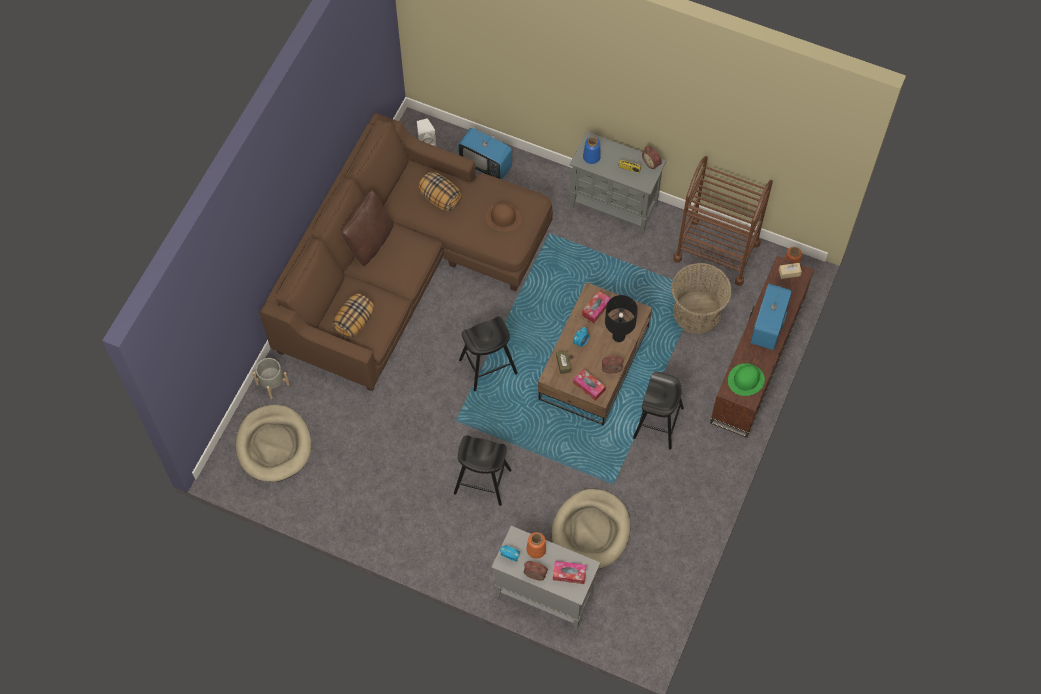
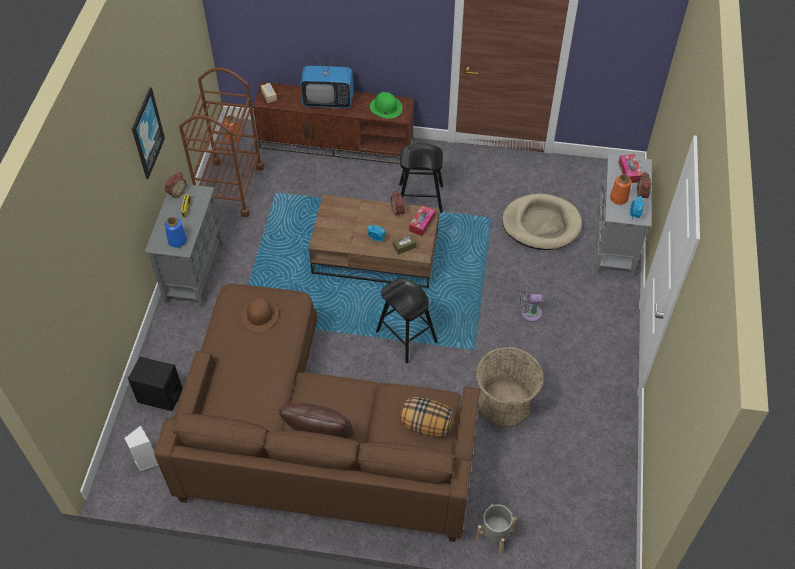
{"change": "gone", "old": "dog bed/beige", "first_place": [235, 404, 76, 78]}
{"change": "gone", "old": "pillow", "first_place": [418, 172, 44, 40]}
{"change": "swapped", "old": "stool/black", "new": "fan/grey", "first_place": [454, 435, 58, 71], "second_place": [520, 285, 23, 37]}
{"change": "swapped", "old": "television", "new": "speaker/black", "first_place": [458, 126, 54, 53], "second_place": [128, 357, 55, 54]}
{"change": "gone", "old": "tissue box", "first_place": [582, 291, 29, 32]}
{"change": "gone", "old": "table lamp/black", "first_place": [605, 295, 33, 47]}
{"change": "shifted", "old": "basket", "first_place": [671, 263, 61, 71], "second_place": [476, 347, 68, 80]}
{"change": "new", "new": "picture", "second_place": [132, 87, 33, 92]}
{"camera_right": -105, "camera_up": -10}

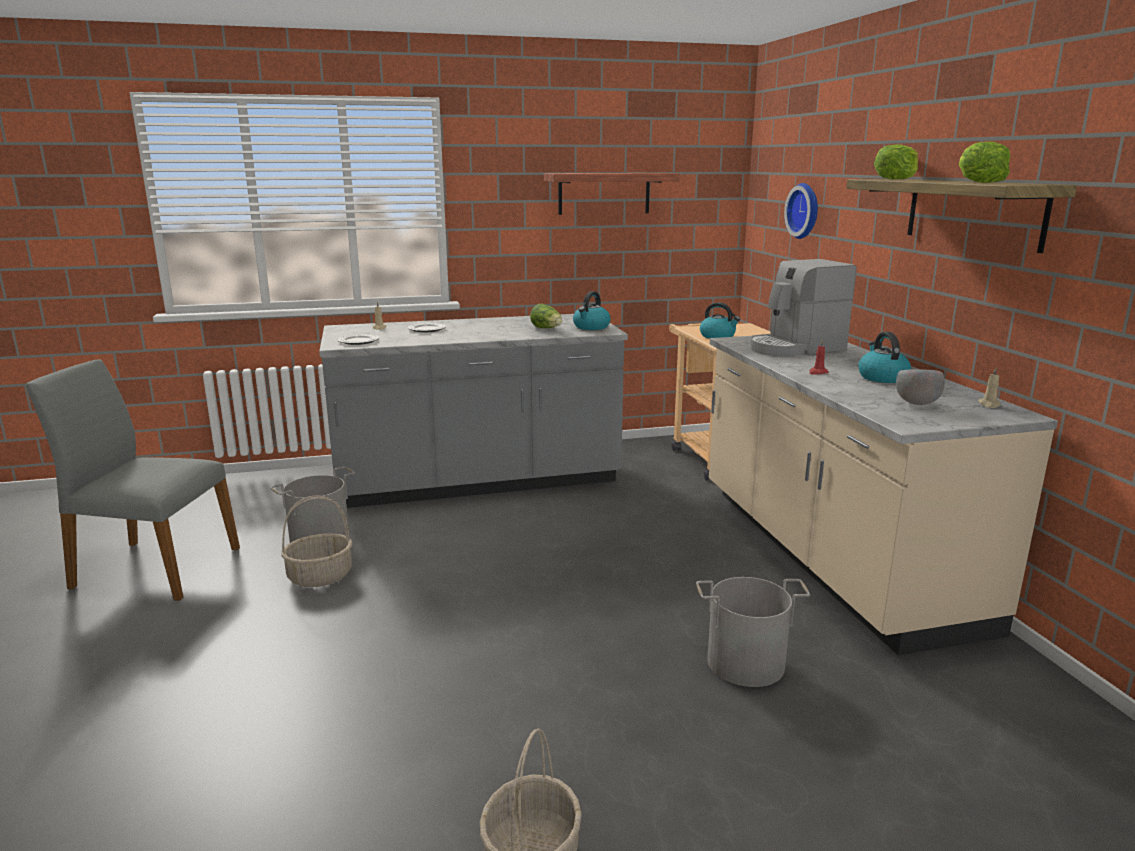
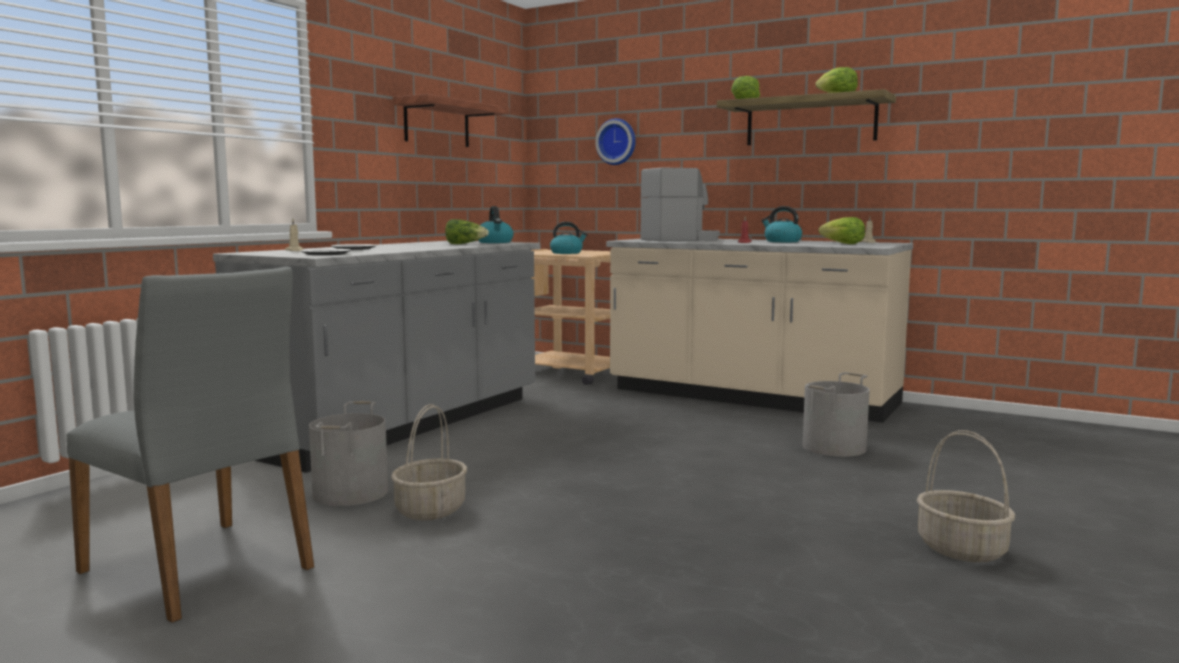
{"change": "rotated", "old": "chair/grey", "first_place": [26, 359, 214, 242], "second_place": [67, 267, 247, 356], "degrees": -105}
{"change": "rotated", "old": "coffee machine", "first_place": [750, 259, 107, 98], "second_place": [640, 167, 80, 74], "degrees": -135}
{"change": "swapped", "old": "bowl/grey", "new": "lettuce", "first_place": [896, 369, 49, 36], "second_place": [819, 217, 46, 27]}
{"camera_right": -45, "camera_up": -10}

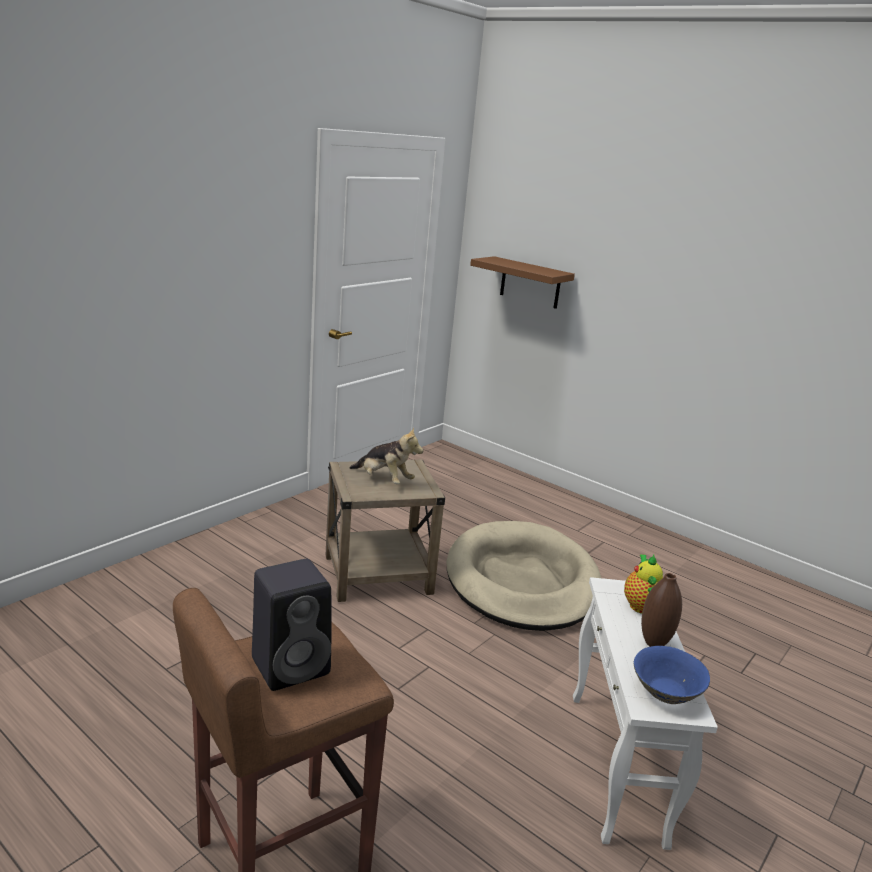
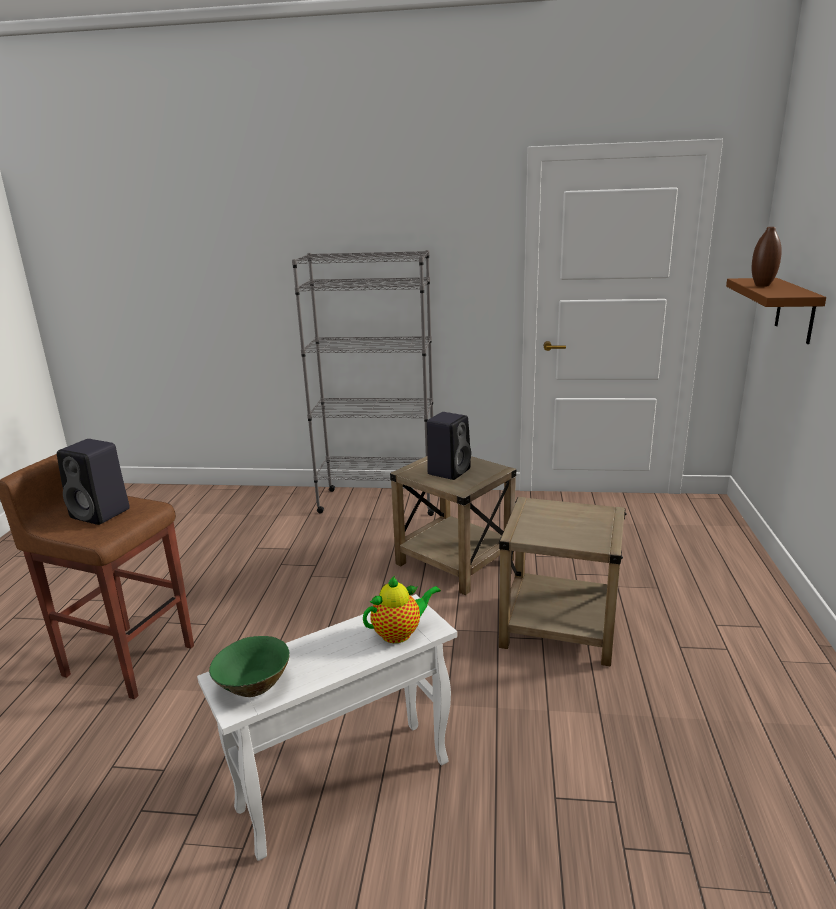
{"change": "swapped", "old": "plush toy", "new": "speaker/black", "first_place": [350, 427, 73, 57], "second_place": [427, 412, 44, 68]}
{"change": "swapped", "old": "dog bed/beige", "new": "side table/beige", "first_place": [446, 521, 155, 110], "second_place": [499, 497, 128, 169]}
{"change": "repainted", "old": "bowl/blue", "new": "bowl/green", "first_place": [634, 646, 76, 58], "second_place": [209, 636, 81, 61]}
{"change": "shifted", "old": "vase/brown", "first_place": [641, 573, 41, 74], "second_place": [752, 227, 30, 60]}
{"change": "new", "new": "bookcase/grey", "second_place": [292, 250, 142, 266]}
{"camera_right": 60, "camera_up": 0}

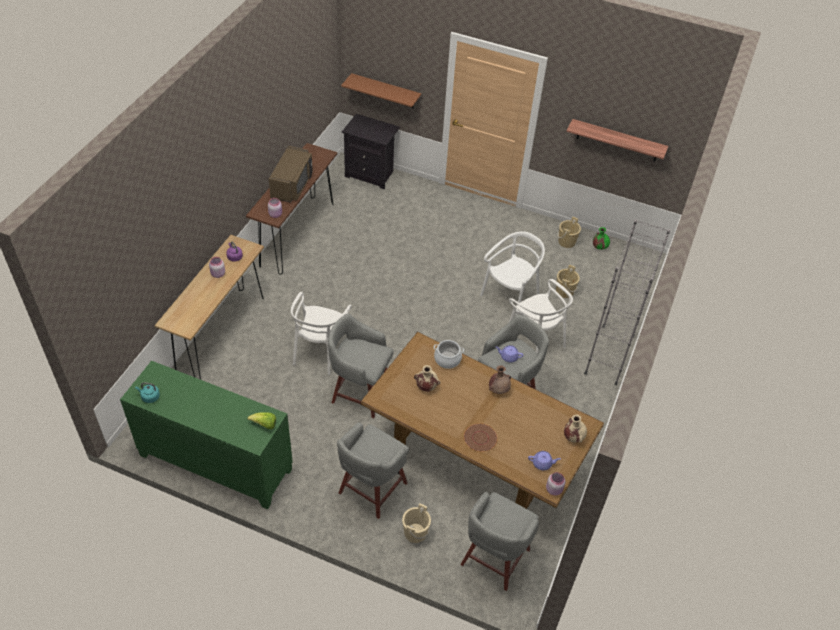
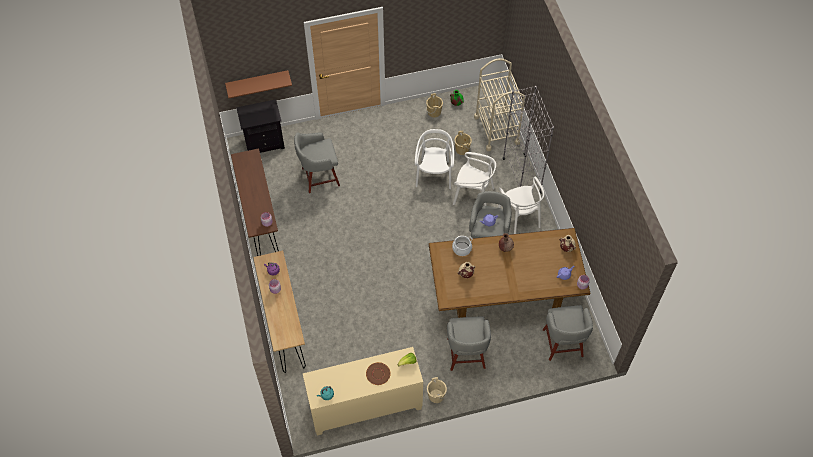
{"change": "repainted", "old": "cabinet/green", "new": "cabinet/beige", "first_place": [120, 361, 173, 148], "second_place": [303, 347, 120, 89]}
{"change": "gone", "old": "microwave/brown", "first_place": [269, 146, 44, 57]}
{"change": "shifted", "old": "chair/white", "first_place": [291, 292, 61, 83], "second_place": [498, 177, 46, 57]}
{"change": "shifted", "old": "stool/grey", "first_place": [328, 314, 66, 104], "second_place": [294, 132, 46, 61]}
{"change": "shifted", "old": "bucket/beige", "first_place": [402, 503, 29, 40], "second_place": [427, 377, 20, 26]}
{"change": "shifted", "old": "plate/brown", "first_place": [464, 423, 34, 29], "second_place": [366, 362, 25, 23]}
{"change": "gone", "old": "shelf", "first_place": [566, 119, 102, 42]}
{"change": "new", "new": "cart/beige", "second_place": [474, 58, 51, 93]}
{"camera_right": -35, "camera_up": 10}

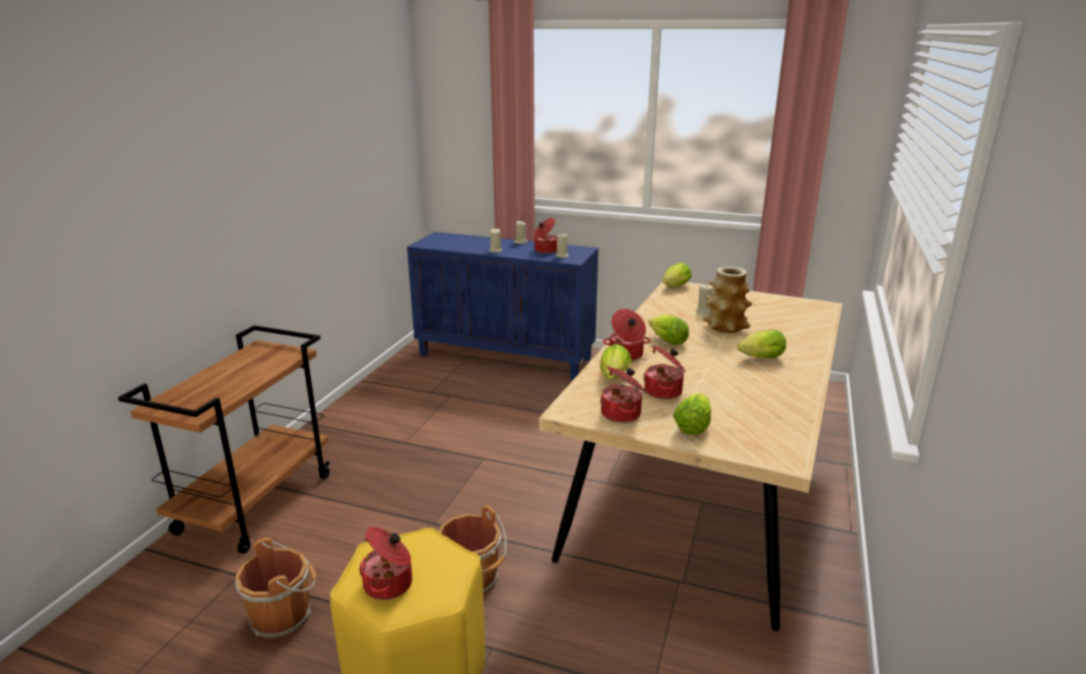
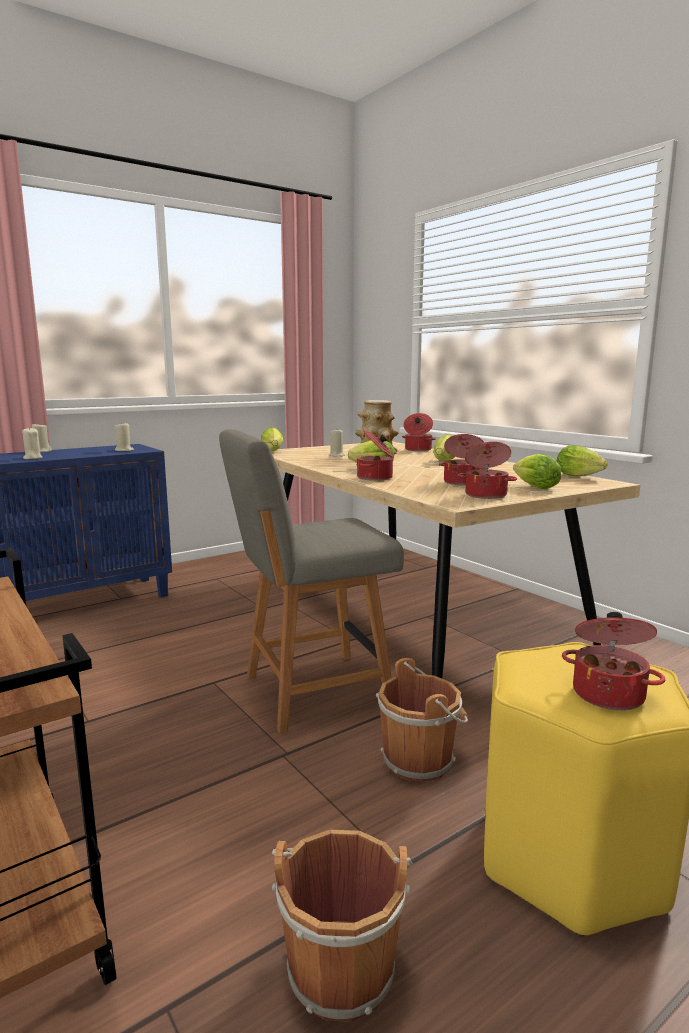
{"change": "shifted", "old": "cooking pot", "first_place": [534, 218, 23, 36], "second_place": [402, 413, 34, 38]}
{"change": "shifted", "old": "lettuce", "first_place": [600, 344, 32, 36], "second_place": [557, 445, 51, 32]}
{"change": "new", "new": "chair/grey", "second_place": [219, 429, 185, 305]}
{"camera_right": -55, "camera_up": -10}

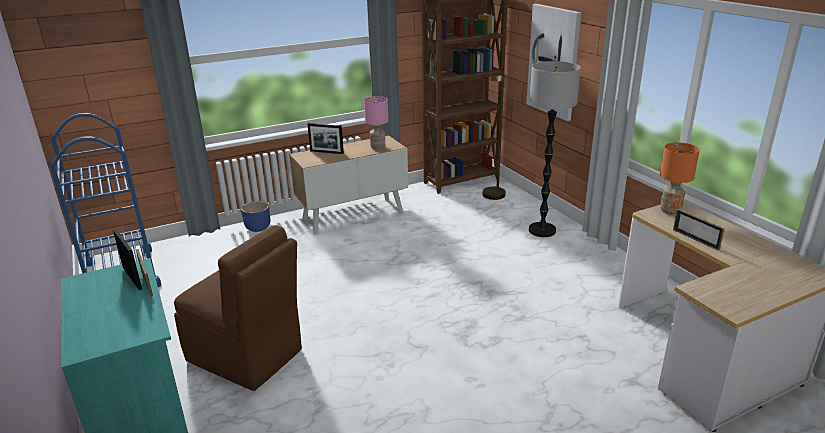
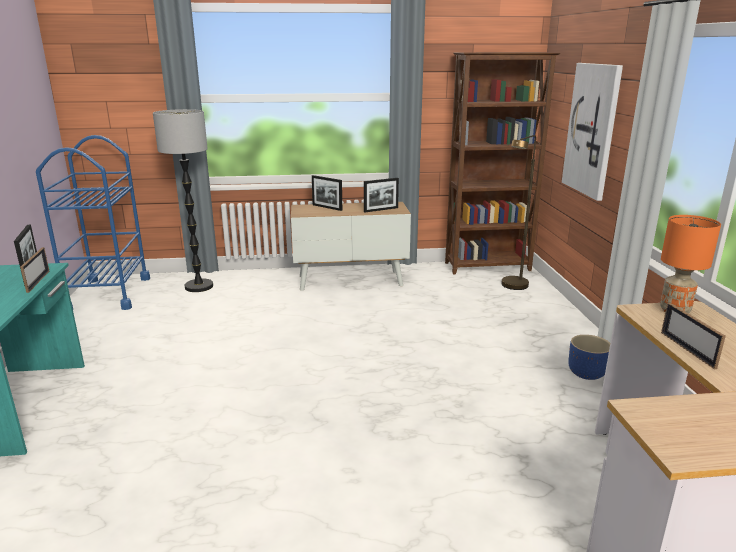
{"change": "gone", "old": "chair/brown", "first_place": [174, 225, 128, 166]}
{"change": "shifted", "old": "planter/blue", "first_place": [241, 201, 29, 31], "second_place": [568, 335, 42, 45]}
{"change": "swapped", "old": "table lamp/pink", "new": "picture frame", "first_place": [364, 96, 24, 54], "second_place": [364, 178, 35, 34]}
{"change": "shifted", "old": "floor lamp", "first_place": [529, 61, 52, 176], "second_place": [153, 109, 60, 183]}
{"camera_right": 20, "camera_up": -5}

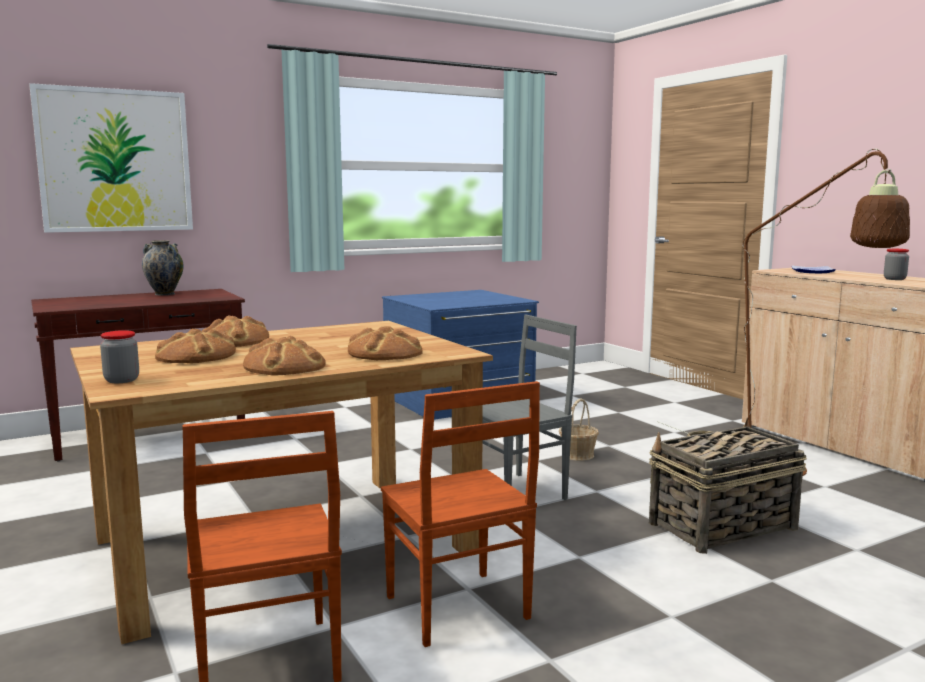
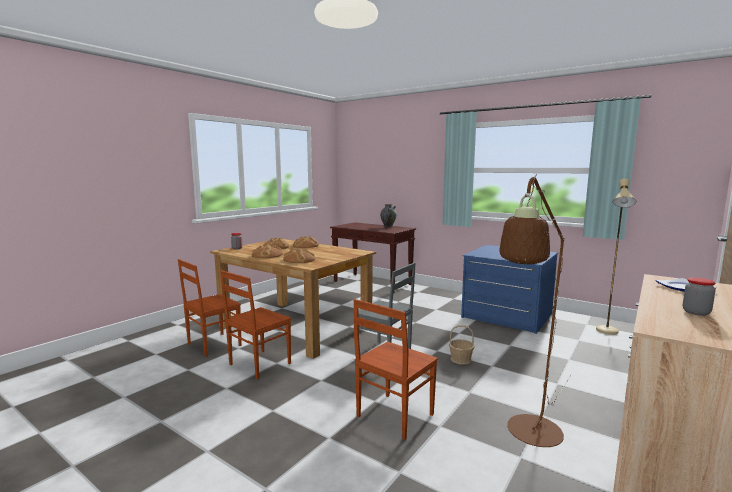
{"change": "gone", "old": "picture", "first_place": [29, 83, 164, 150]}
{"change": "swapped", "old": "basket", "new": "chair/brown", "first_place": [649, 418, 158, 136], "second_place": [354, 299, 84, 141]}
{"change": "new", "new": "floor lamp/beige", "second_place": [596, 179, 40, 156]}
{"camera_right": 65, "camera_up": 0}

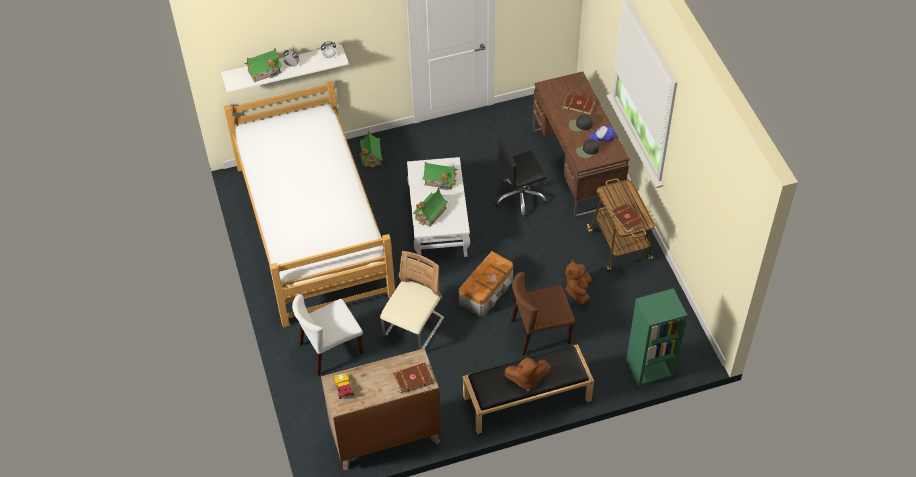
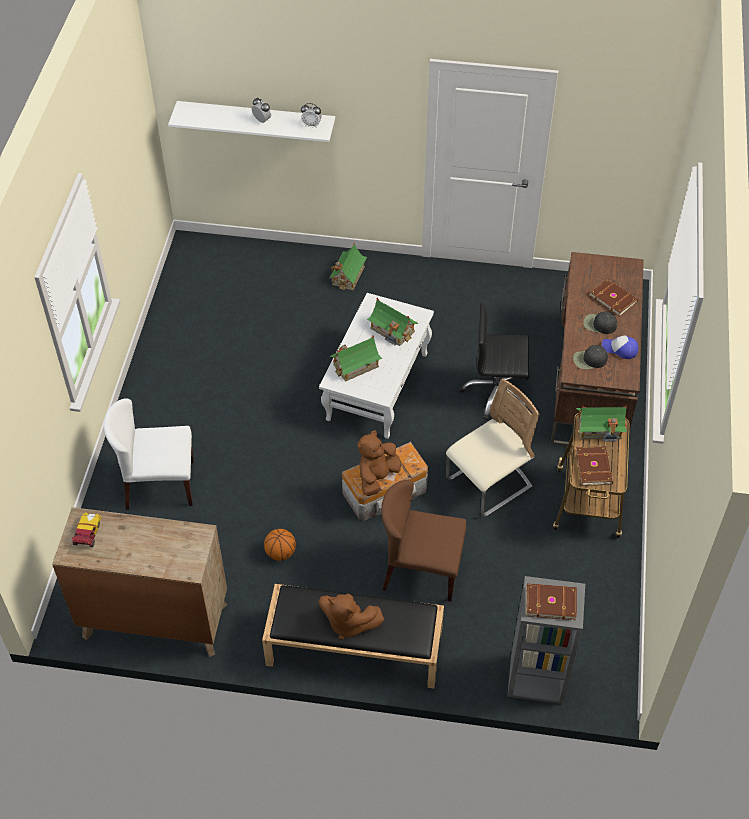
{"change": "gone", "old": "bed", "first_place": [224, 81, 171, 246]}
{"change": "shifted", "old": "toy house", "first_place": [244, 48, 38, 34], "second_place": [576, 405, 51, 36]}
{"change": "shifted", "old": "chair/beige", "first_place": [380, 251, 64, 99], "second_place": [446, 378, 94, 139]}
{"change": "shifted", "old": "book/brown", "first_place": [393, 363, 40, 31], "second_place": [526, 583, 51, 37]}
{"change": "shifted", "old": "plush toy/brown", "first_place": [566, 259, 26, 46], "second_place": [357, 431, 44, 65]}
{"change": "repainted", "old": "bookcase/green", "new": "bookcase/grey", "first_place": [626, 288, 61, 98], "second_place": [507, 576, 78, 128]}
{"change": "new", "new": "basketball", "second_place": [264, 529, 32, 32]}
{"camera_right": 25, "camera_up": 0}

